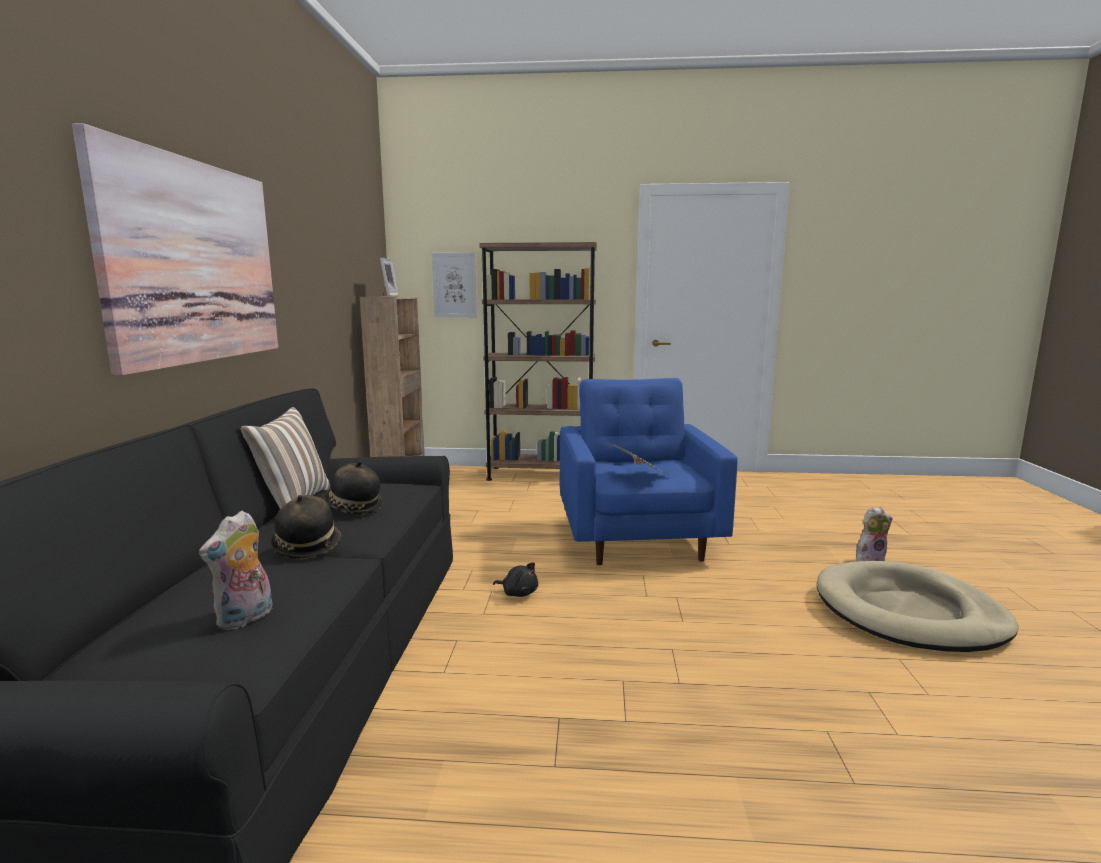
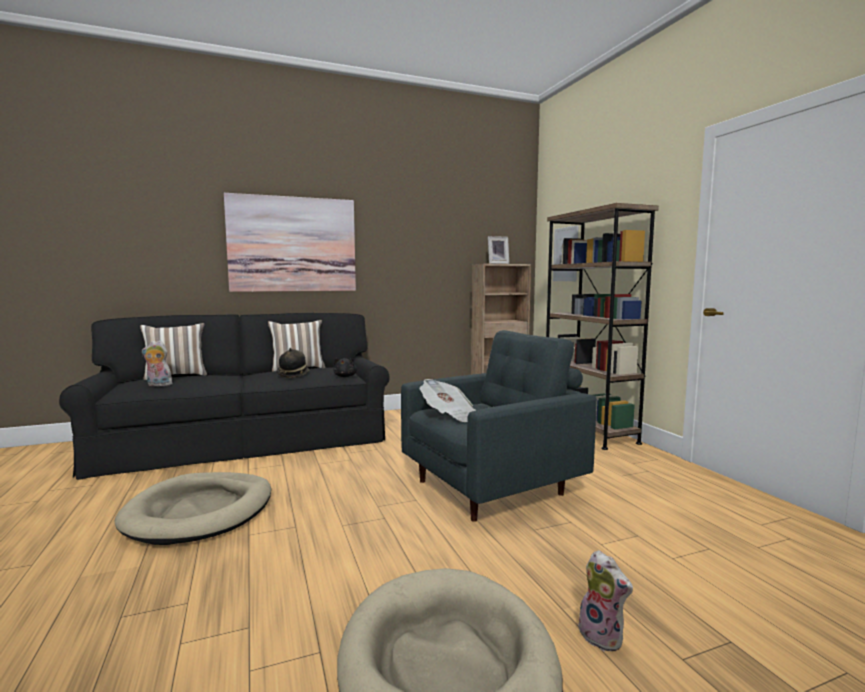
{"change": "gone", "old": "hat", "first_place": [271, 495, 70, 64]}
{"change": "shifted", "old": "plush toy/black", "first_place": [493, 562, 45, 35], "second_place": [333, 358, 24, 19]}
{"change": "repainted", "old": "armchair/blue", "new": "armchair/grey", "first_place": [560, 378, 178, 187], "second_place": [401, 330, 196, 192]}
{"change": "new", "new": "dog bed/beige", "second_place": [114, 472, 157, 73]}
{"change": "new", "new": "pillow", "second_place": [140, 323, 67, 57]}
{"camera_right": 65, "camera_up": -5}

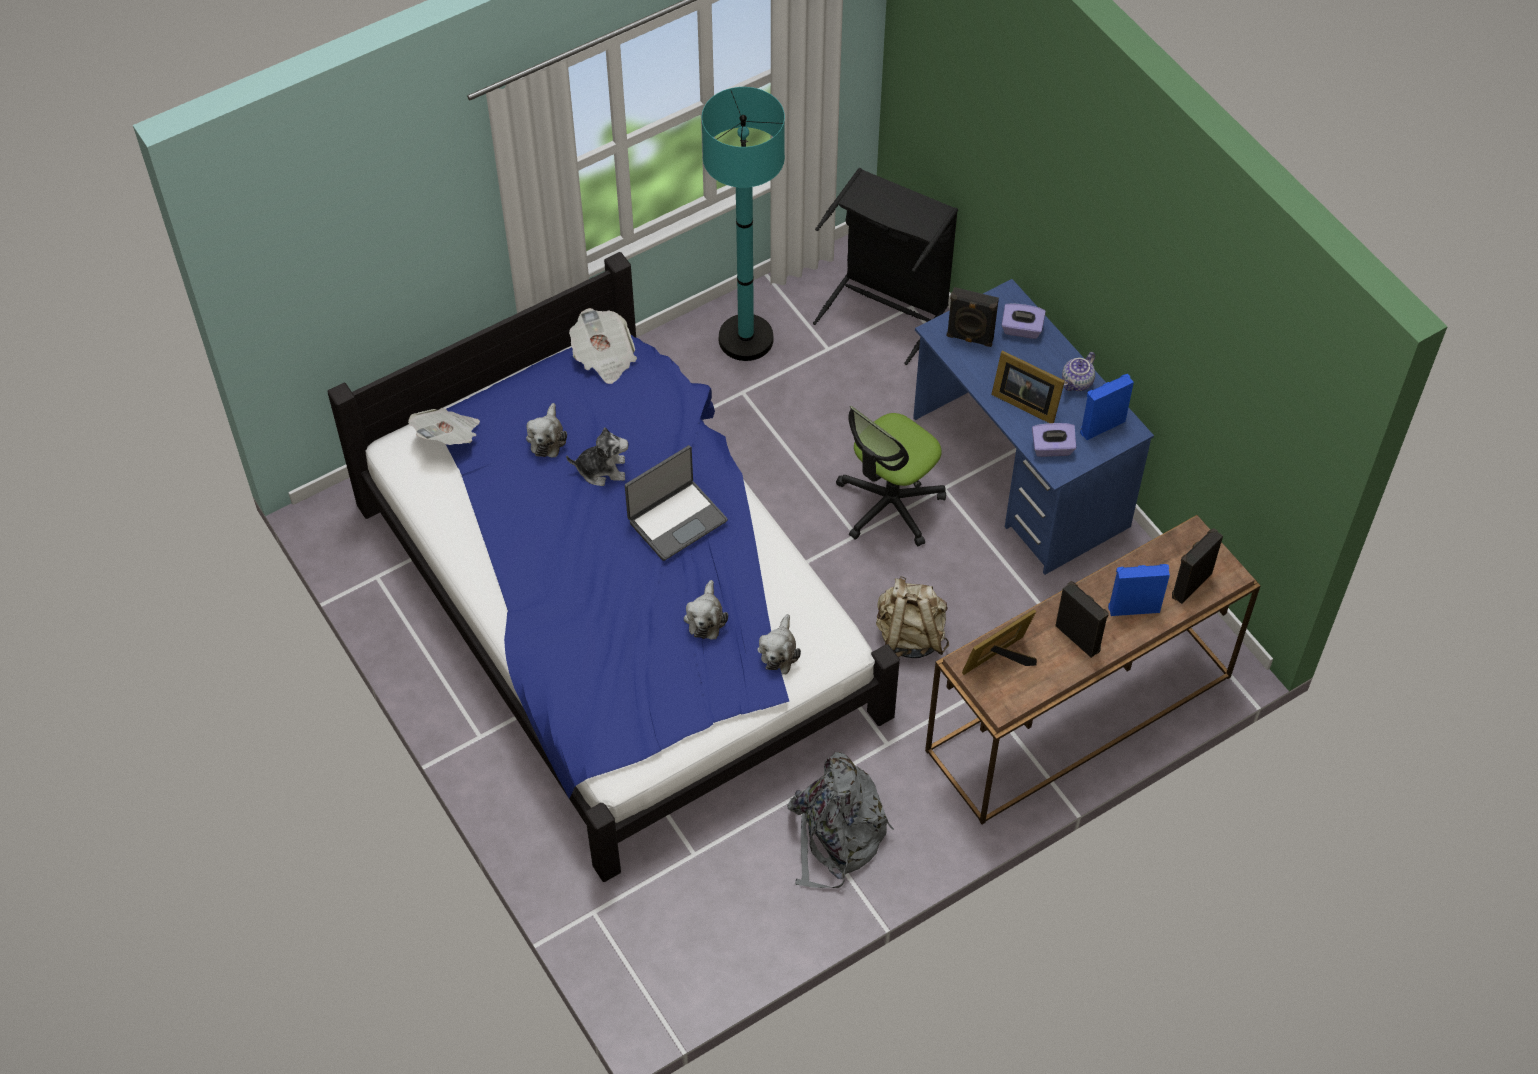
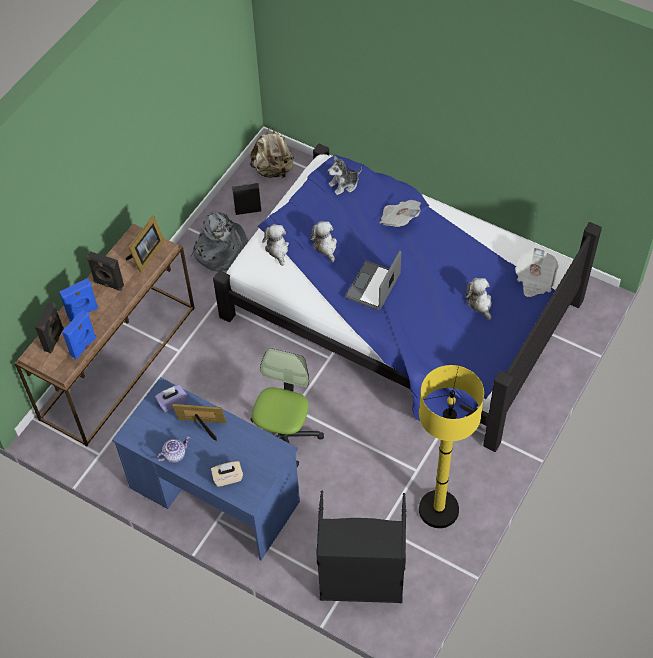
{"change": "shifted", "old": "plush toy", "first_place": [566, 427, 62, 59], "second_place": [328, 156, 34, 39]}
{"change": "shifted", "old": "newspaper", "first_place": [569, 308, 68, 76], "second_place": [380, 200, 41, 27]}
{"change": "repainted", "old": "floor lamp/turquoise", "new": "floor lamp/yellow", "first_place": [702, 87, 83, 274], "second_place": [419, 365, 65, 163]}
{"change": "shifted", "old": "backpack/beige", "first_place": [876, 576, 73, 82], "second_place": [250, 127, 44, 51]}
{"change": "shifted", "old": "speaker/black", "first_place": [947, 287, 52, 60], "second_place": [232, 183, 29, 32]}
{"change": "repainted", "old": "tissue box/purple", "new": "tissue box/beige", "first_place": [1002, 303, 44, 36], "second_place": [211, 461, 32, 26]}
{"change": "rotated", "old": "teapot", "first_place": [1062, 352, 33, 39], "second_place": [156, 437, 34, 26], "degrees": 45}
{"change": "shifted", "old": "speaker/blue", "first_place": [1080, 374, 54, 66], "second_place": [62, 310, 34, 49]}
{"camera_right": 155, "camera_up": 0}

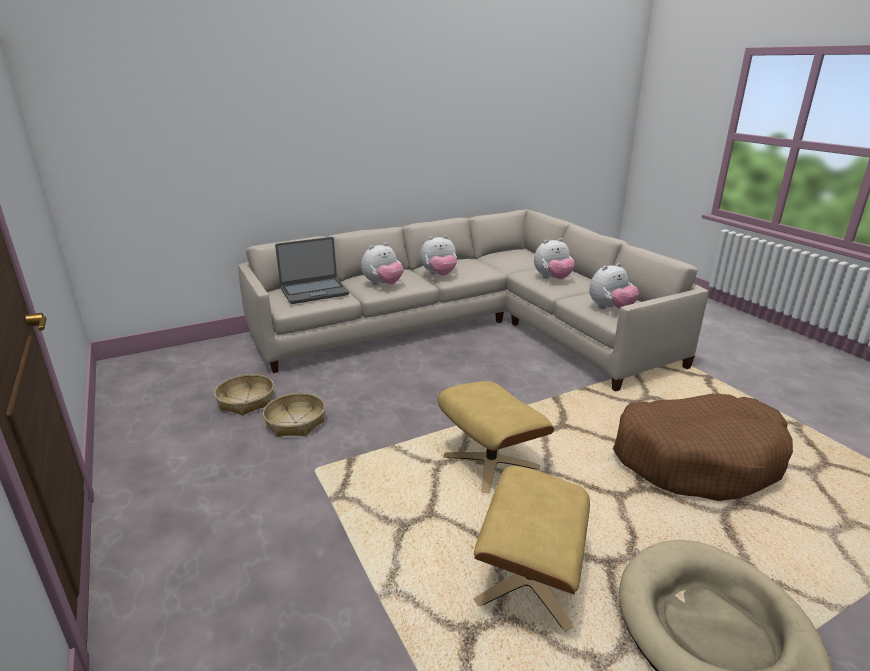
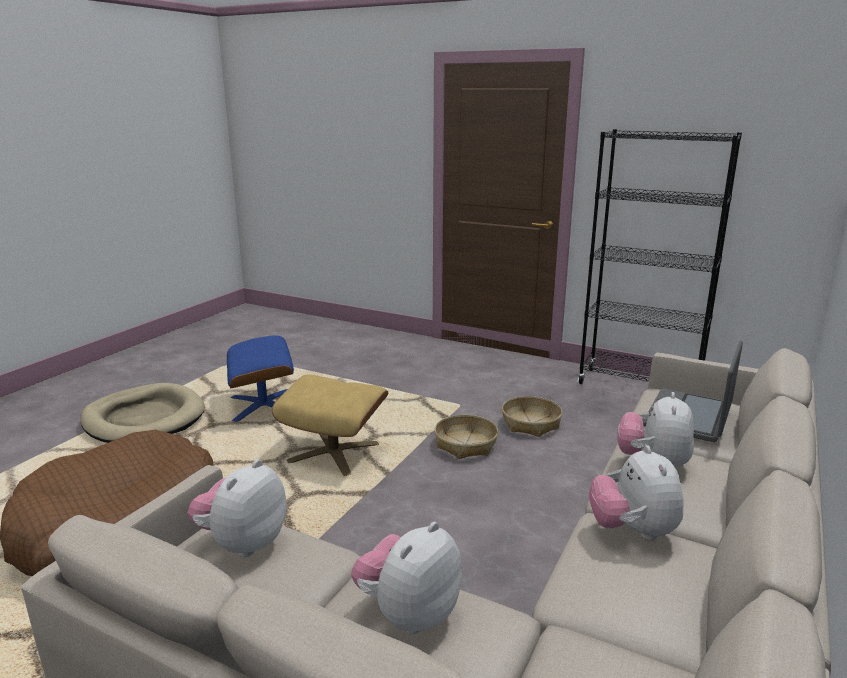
{"change": "shifted", "old": "basket", "first_place": [214, 374, 60, 42], "second_place": [434, 415, 64, 44]}
{"change": "rotated", "old": "plush toy", "first_place": [420, 235, 37, 40], "second_place": [589, 445, 95, 95], "degrees": -45}
{"change": "repainted", "old": "ottoman/beige", "new": "ottoman/blue", "first_place": [473, 466, 117, 165], "second_place": [227, 335, 67, 87]}
{"change": "new", "new": "bookcase/black", "second_place": [578, 129, 164, 255]}
{"camera_right": 145, "camera_up": -5}

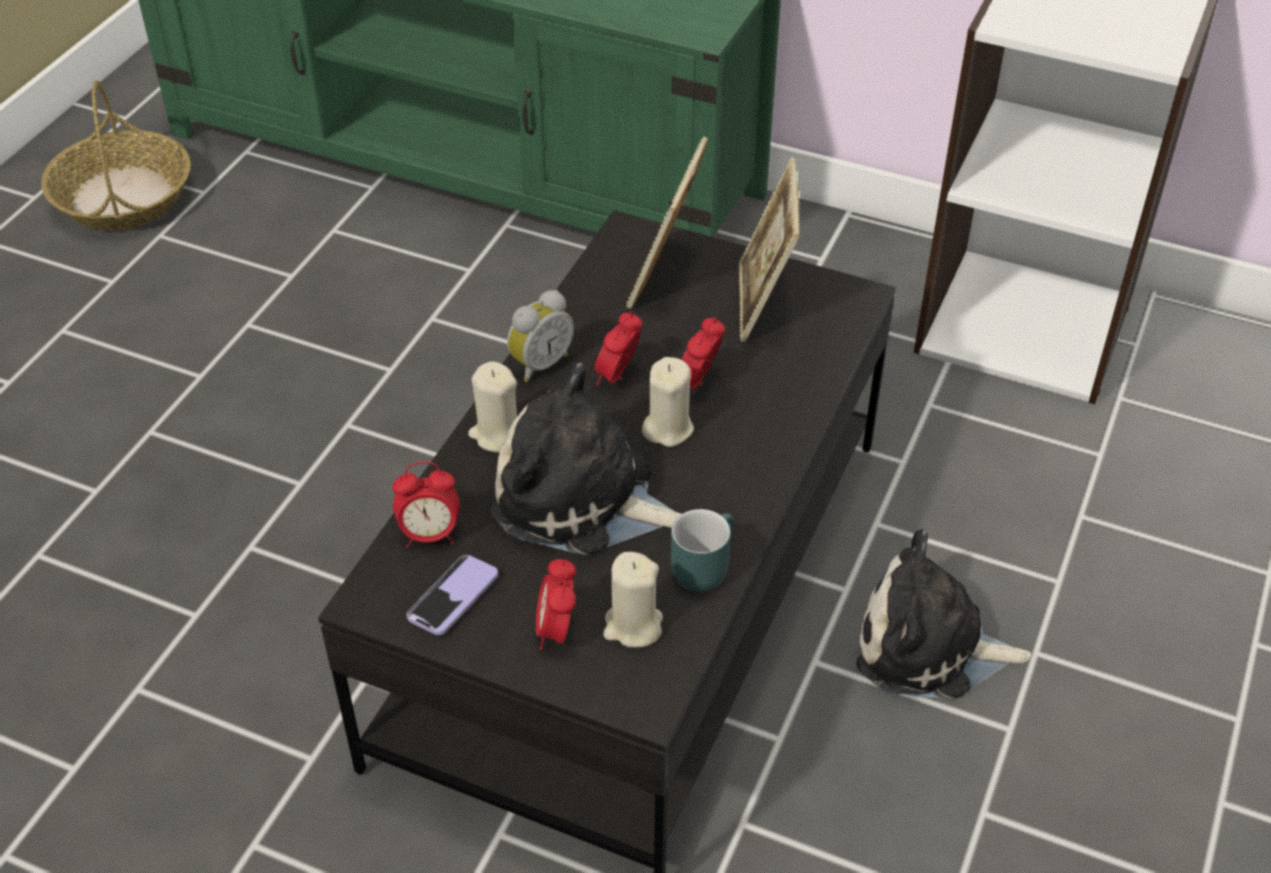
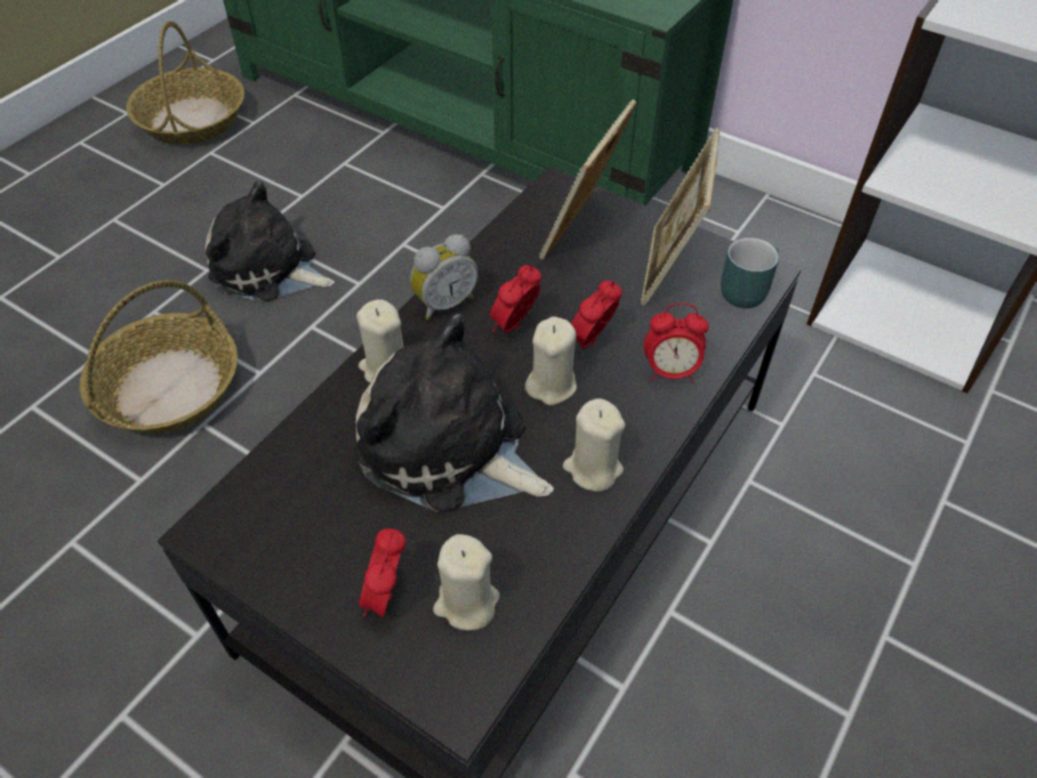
{"change": "shifted", "old": "alarm clock", "first_place": [392, 462, 68, 86], "second_place": [644, 303, 65, 80]}
{"change": "gone", "old": "phone", "first_place": [407, 555, 91, 80]}
{"change": "shifted", "old": "mug/turquoise", "first_place": [671, 509, 62, 83], "second_place": [721, 238, 58, 70]}
{"change": "shifted", "old": "plush toy", "first_place": [857, 529, 174, 171], "second_place": [205, 181, 129, 121]}
{"change": "new", "new": "basket", "second_place": [80, 280, 158, 154]}
{"change": "new", "new": "candle/beige", "second_place": [563, 398, 62, 94]}
{"camera_right": 10, "camera_up": 5}

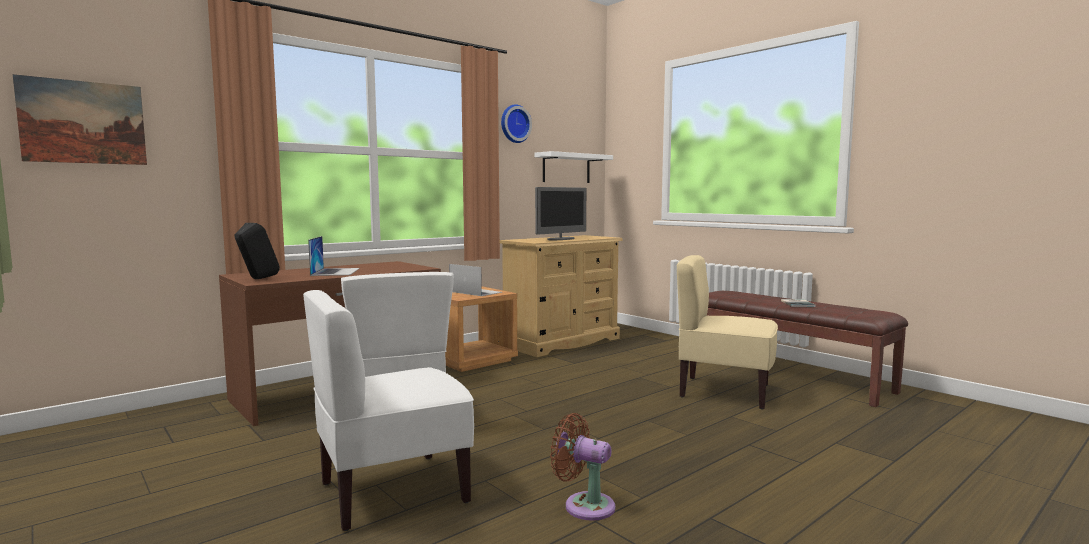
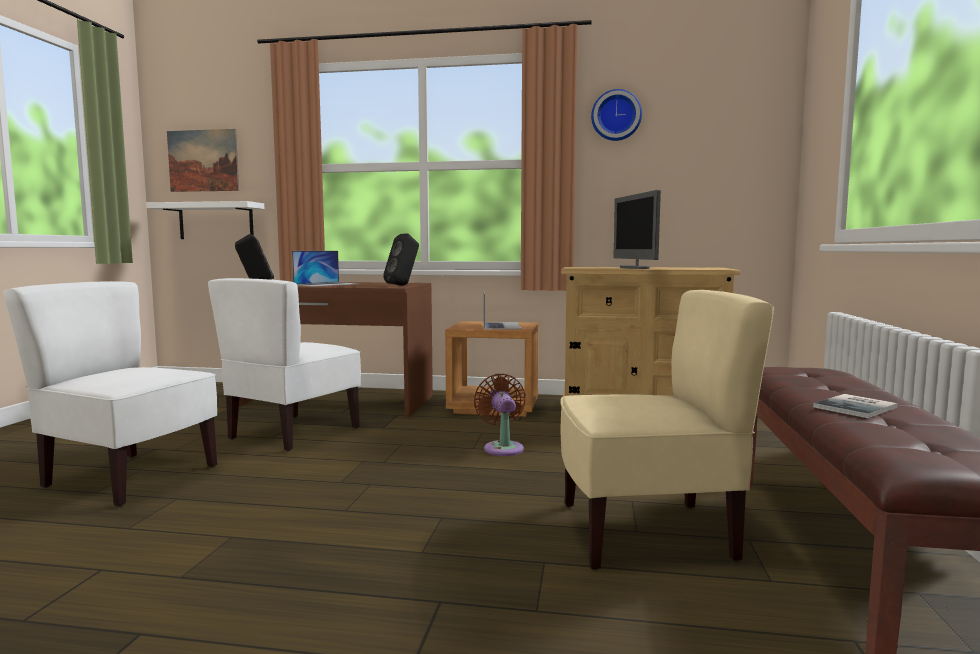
{"change": "shifted", "old": "shelf/white", "first_place": [535, 151, 78, 32], "second_place": [146, 201, 118, 38]}
{"change": "rotated", "old": "monitor", "first_place": [535, 187, 52, 53], "second_place": [613, 190, 48, 79], "degrees": 75}
{"change": "shifted", "old": "fan/brown", "first_place": [550, 413, 66, 108], "second_place": [474, 373, 52, 83]}
{"change": "rotated", "old": "chair/beige", "first_place": [677, 255, 101, 154], "second_place": [560, 290, 214, 280], "degrees": 105}
{"change": "new", "new": "speaker/black", "second_place": [383, 233, 36, 53]}
{"camera_right": 50, "camera_up": 0}

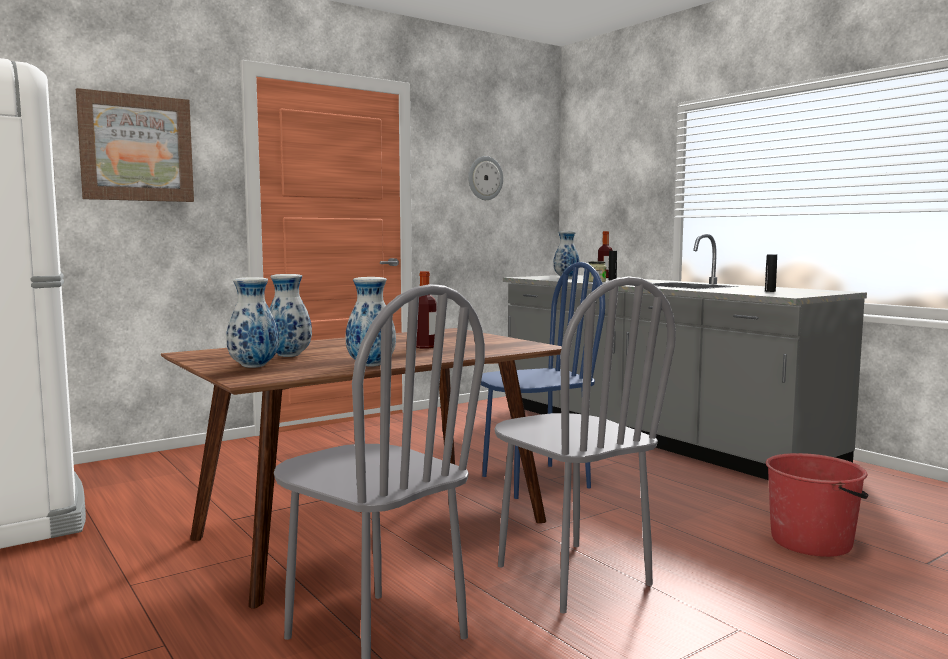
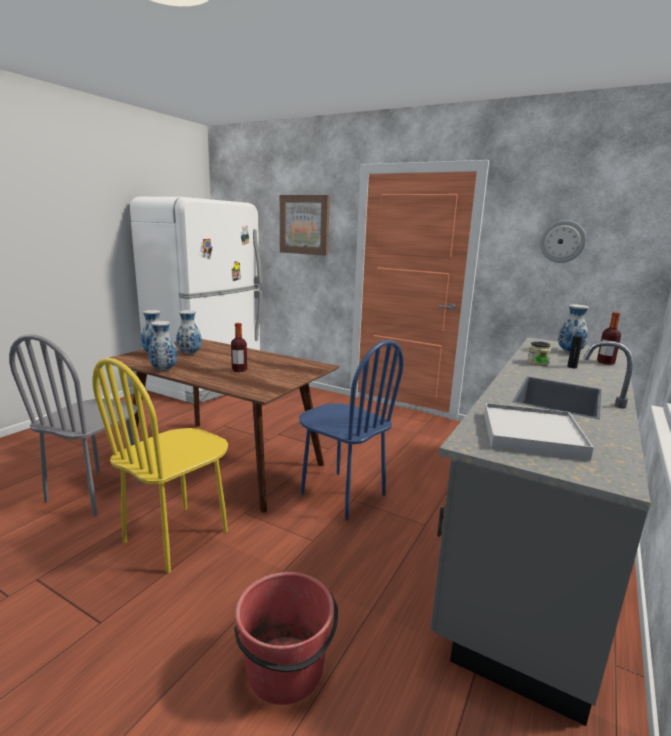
{"change": "repainted", "old": "chair/grey", "new": "chair/yellow", "first_place": [494, 276, 182, 337], "second_place": [92, 358, 136, 215]}
{"change": "swapped", "old": "bottle/black", "new": "tray/white", "first_place": [765, 254, 12, 38], "second_place": [484, 403, 110, 58]}
{"camera_right": 65, "camera_up": 10}

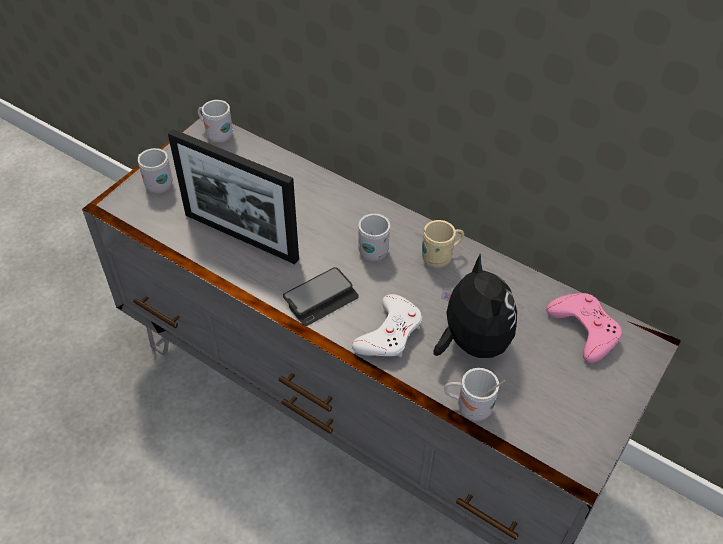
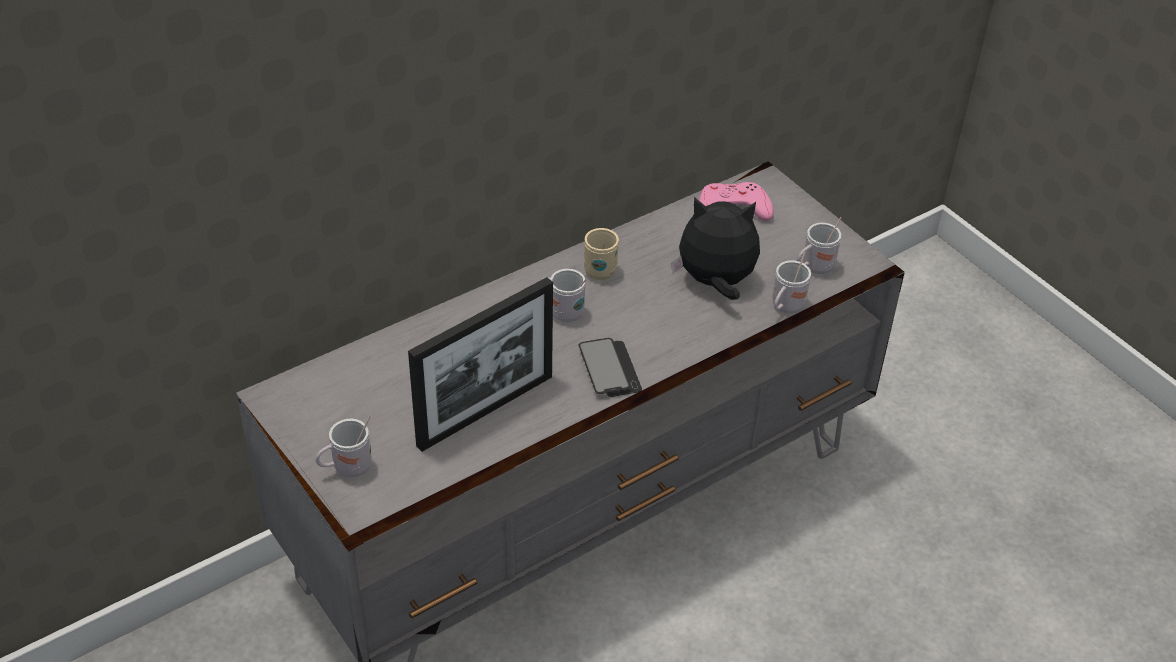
{"change": "shifted", "old": "mug/white", "first_place": [198, 100, 35, 43], "second_place": [797, 217, 44, 57]}
{"change": "gone", "old": "game controller/white", "first_place": [352, 294, 70, 64]}
{"camera_right": -70, "camera_up": -5}

